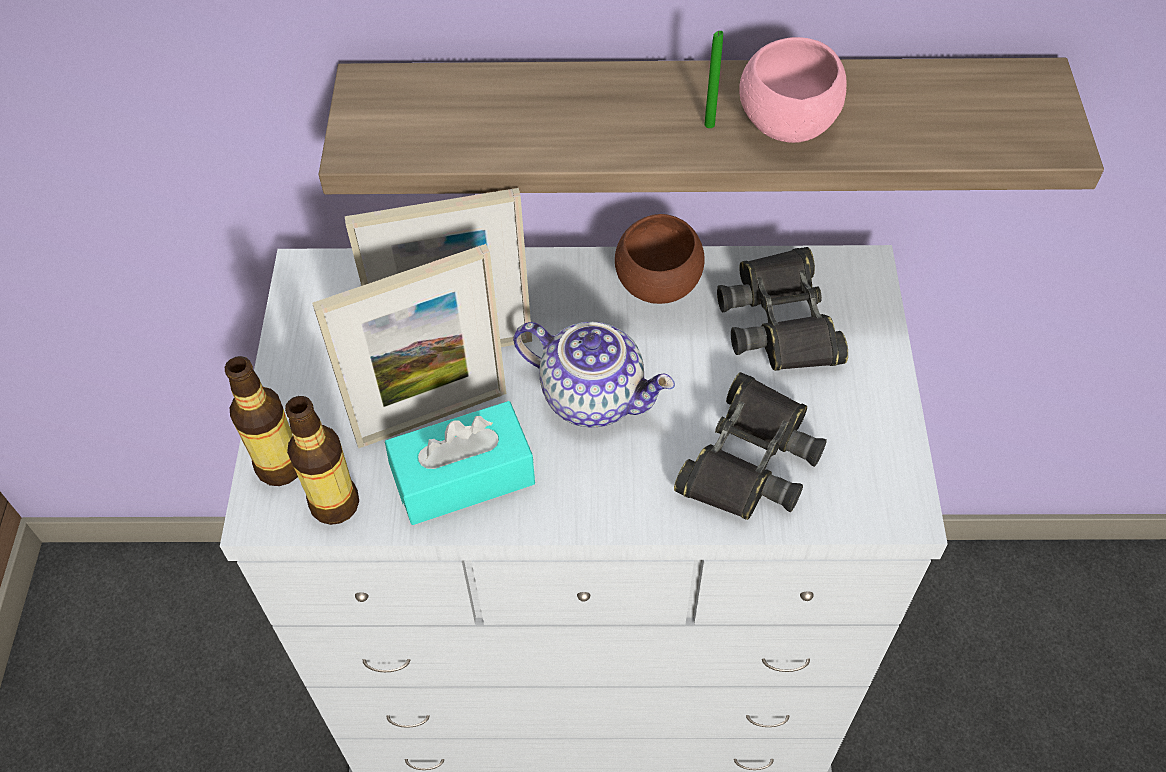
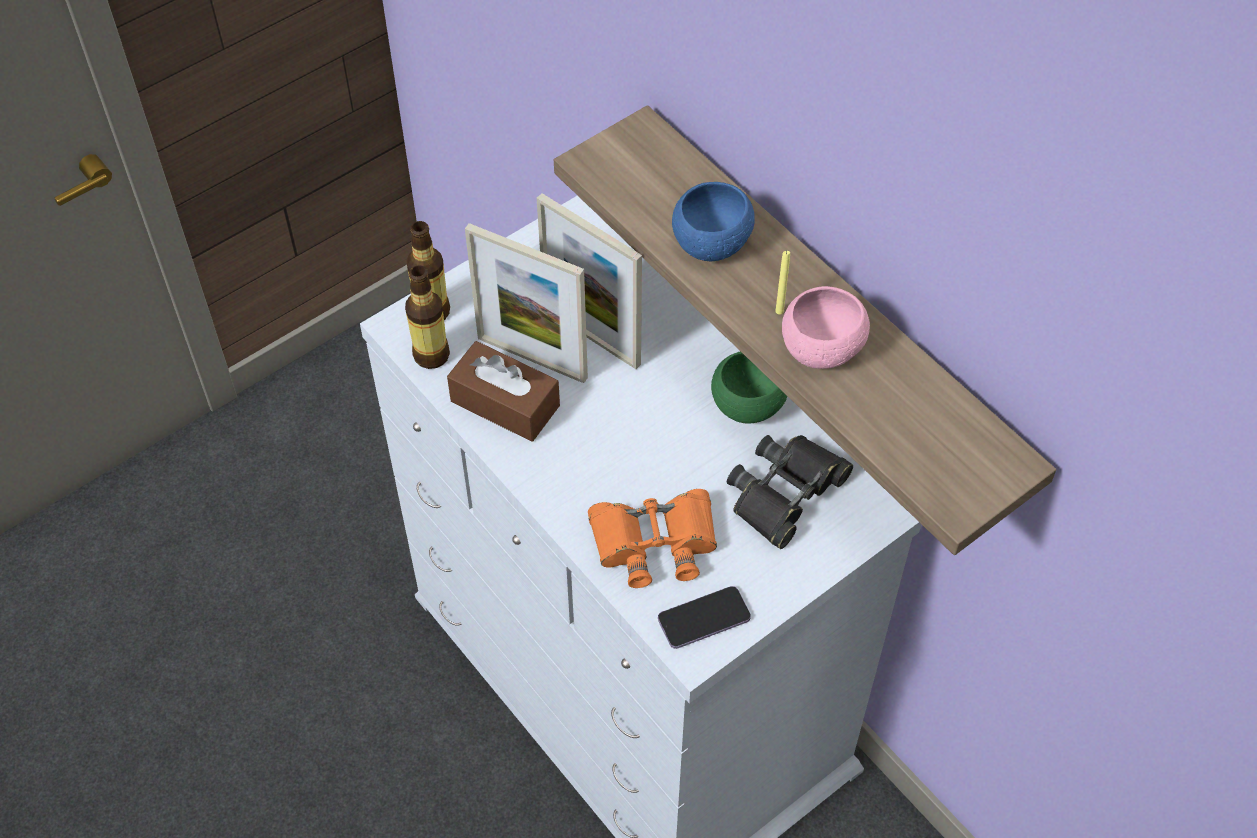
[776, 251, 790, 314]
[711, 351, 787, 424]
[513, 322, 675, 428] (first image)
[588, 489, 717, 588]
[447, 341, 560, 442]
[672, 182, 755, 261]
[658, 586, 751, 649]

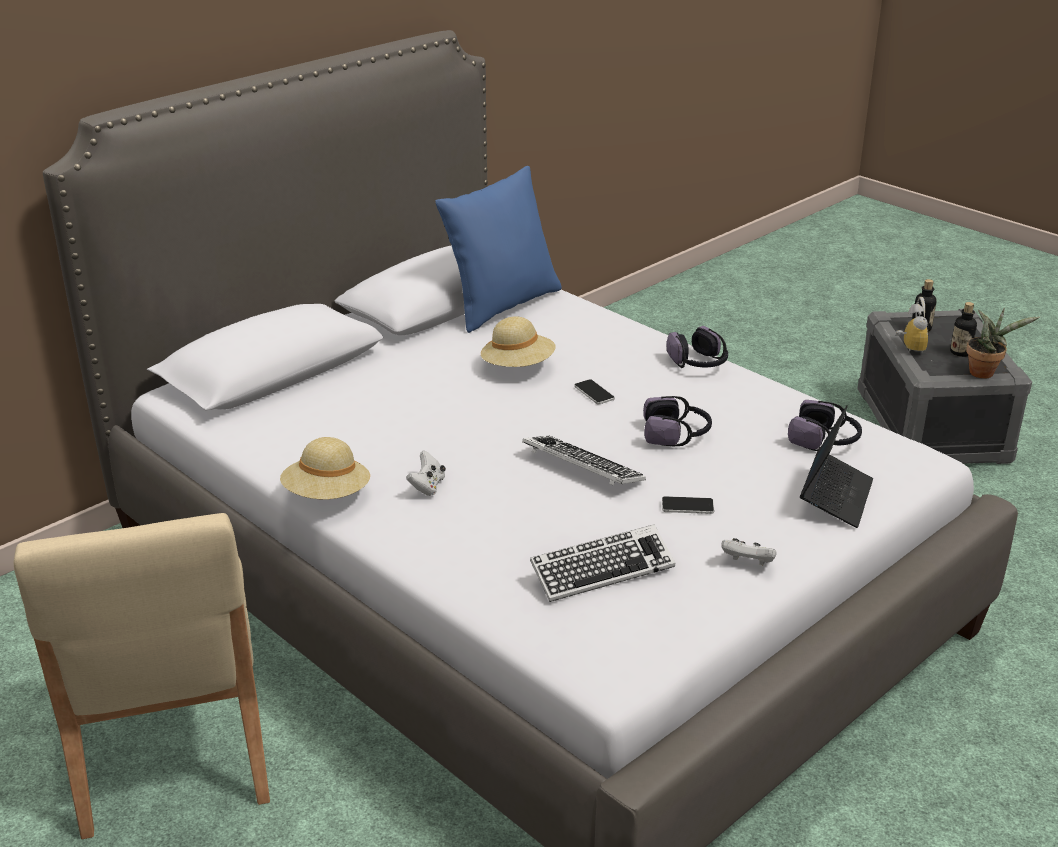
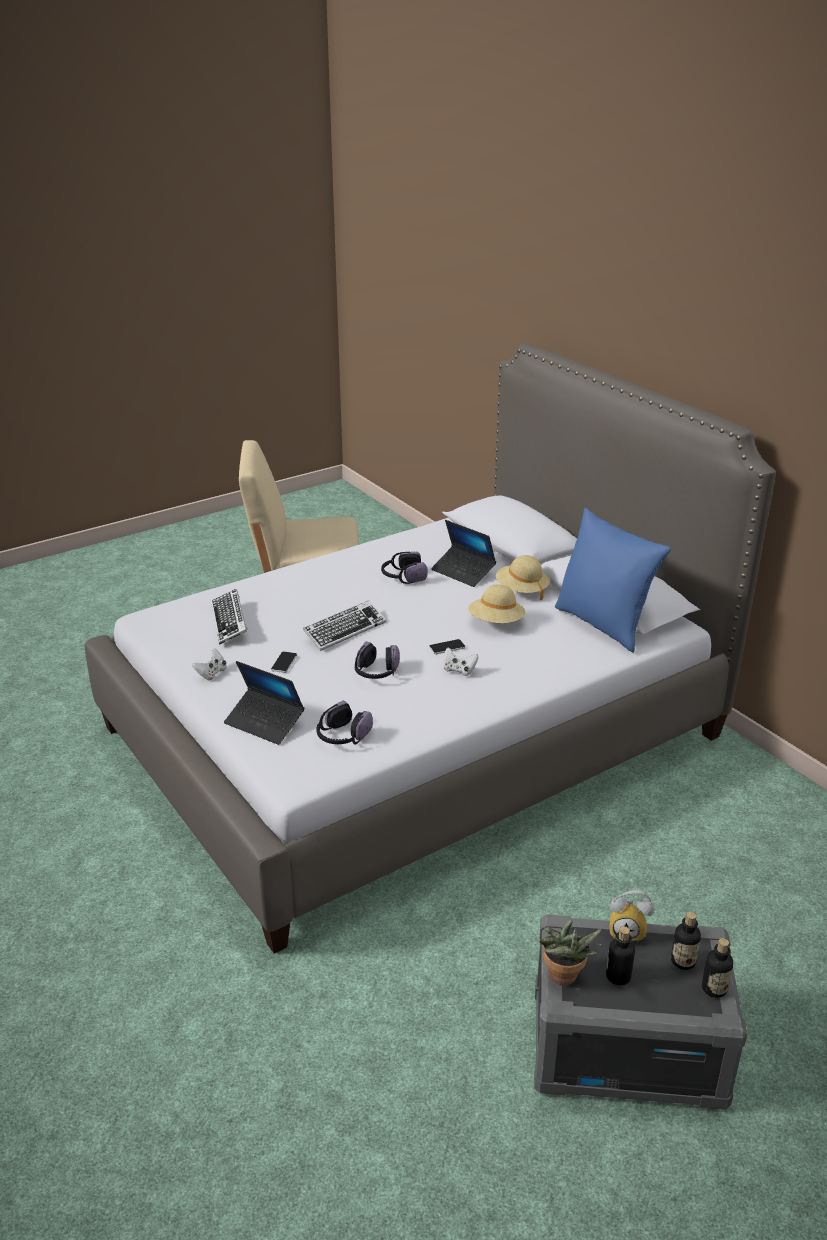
[381, 552, 428, 584]
[496, 555, 550, 600]
[444, 648, 479, 676]
[431, 520, 496, 587]
[702, 938, 733, 998]

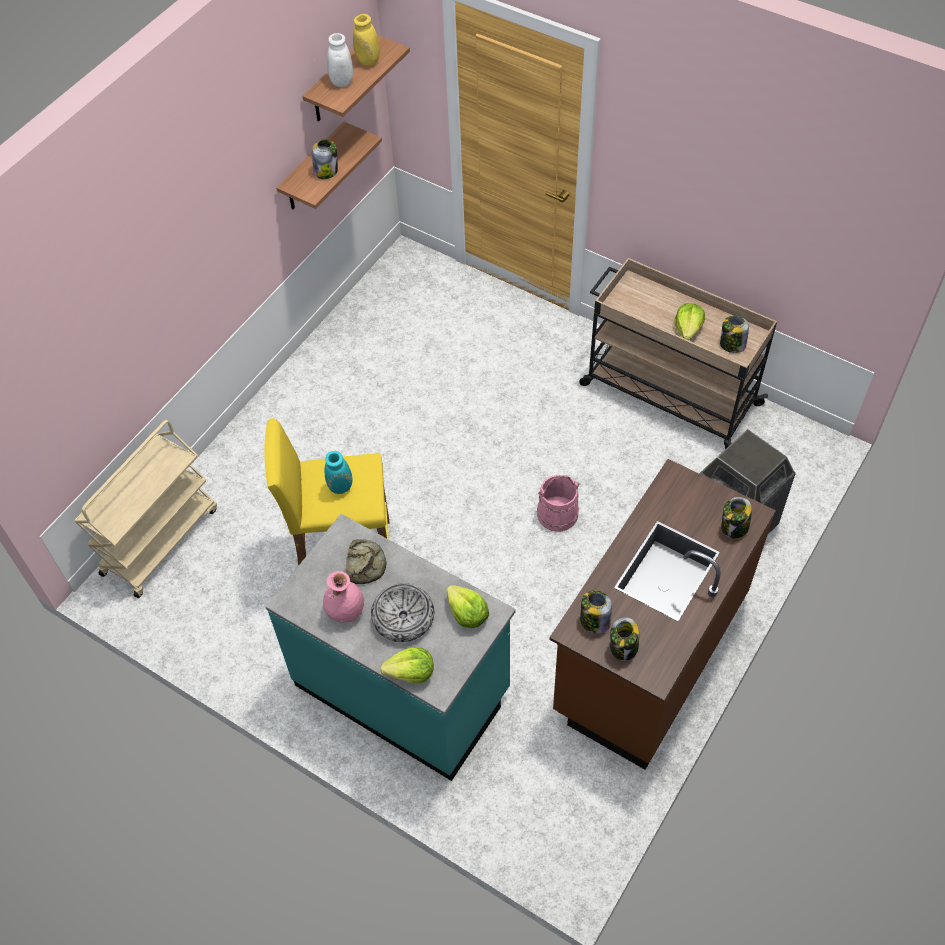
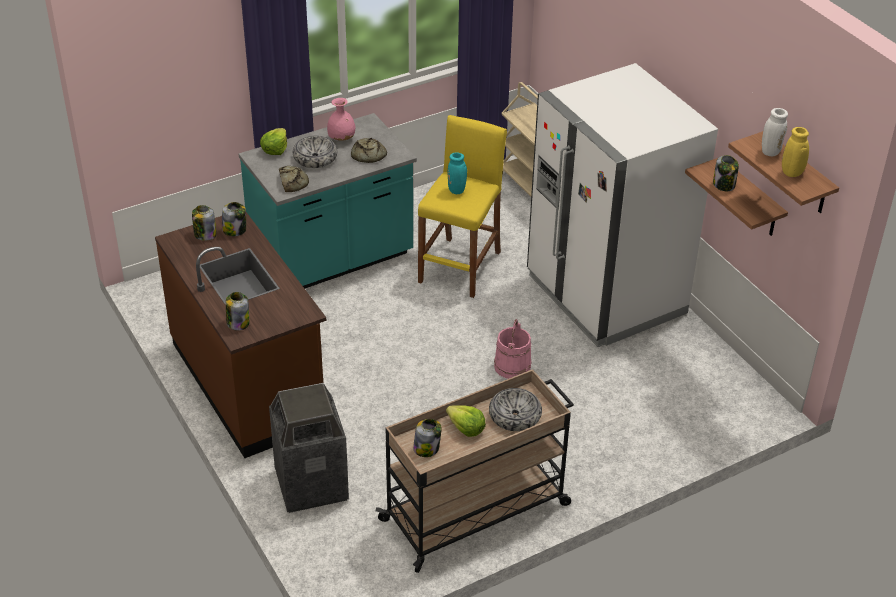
[494, 319, 532, 379]
[279, 166, 309, 192]
[527, 63, 718, 347]
[489, 388, 542, 431]

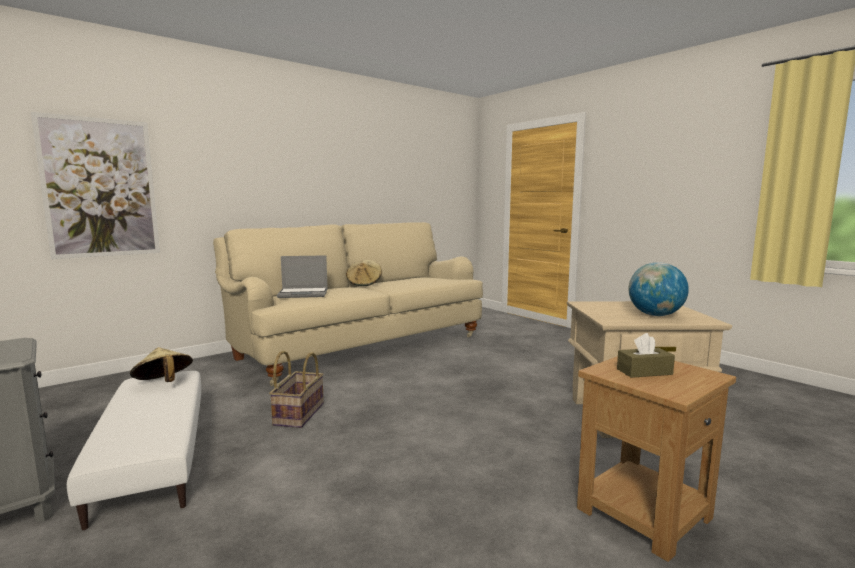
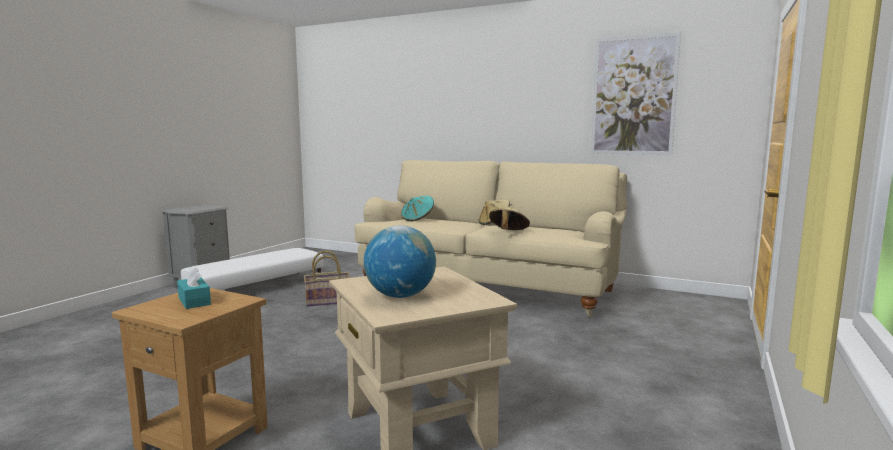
[591, 32, 681, 155]
[401, 196, 434, 221]
[177, 266, 211, 309]
[489, 206, 530, 230]

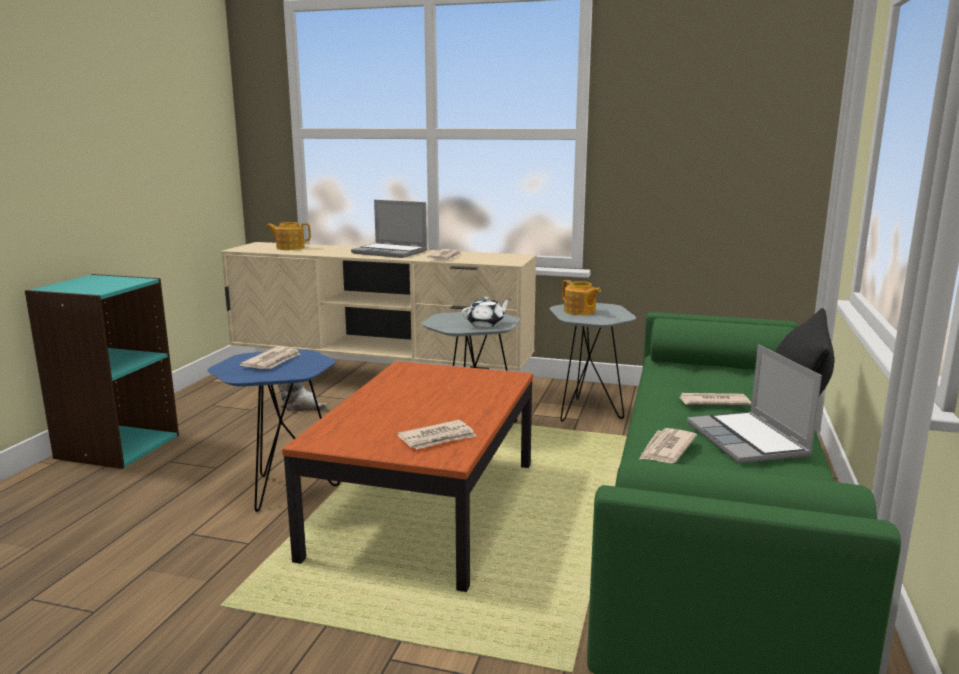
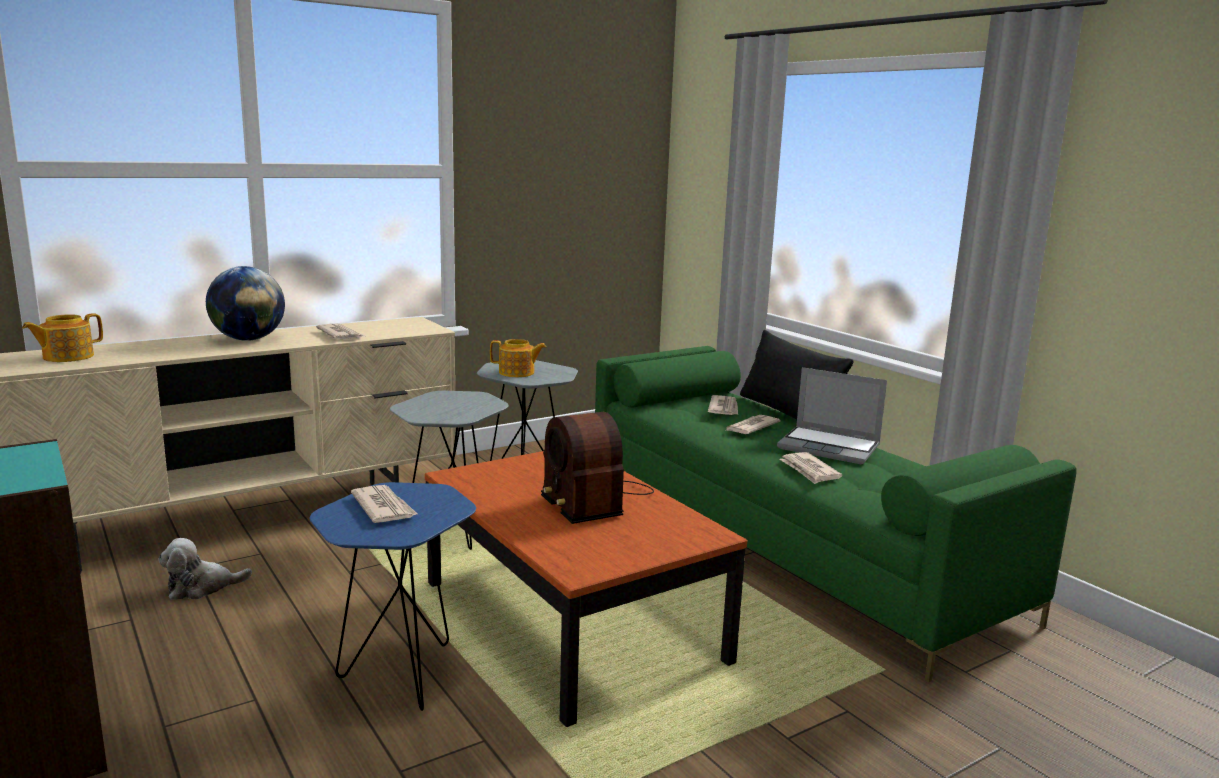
[206, 266, 285, 341]
[462, 297, 511, 327] (first image)
[708, 395, 738, 415]
[541, 412, 654, 524]

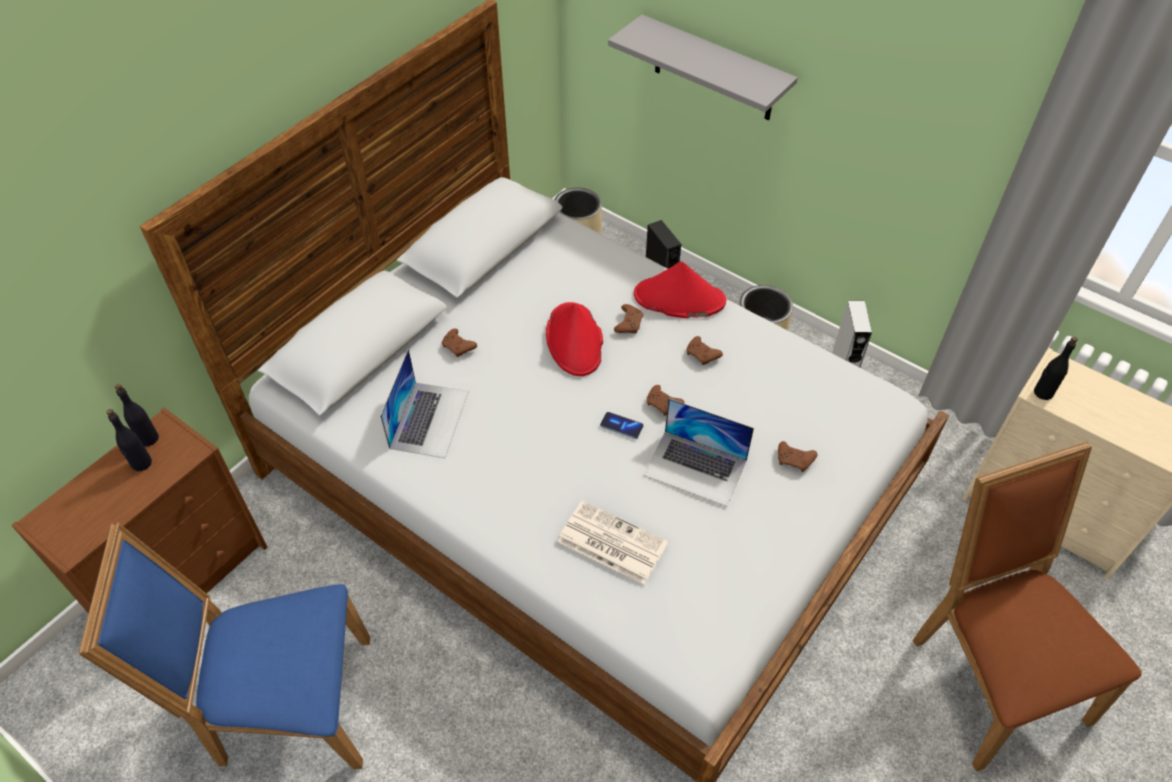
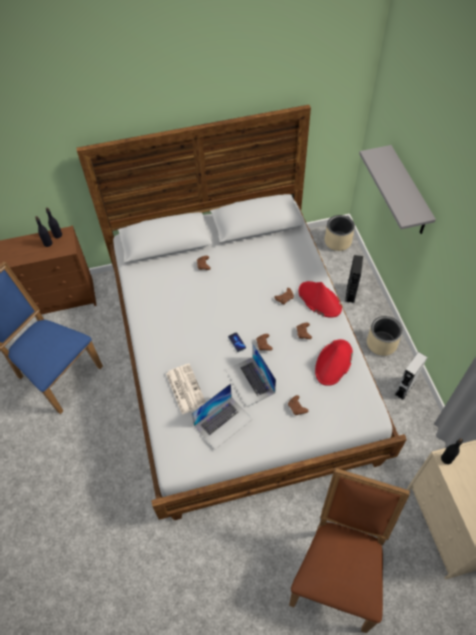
[315, 339, 353, 386]
[191, 383, 253, 450]

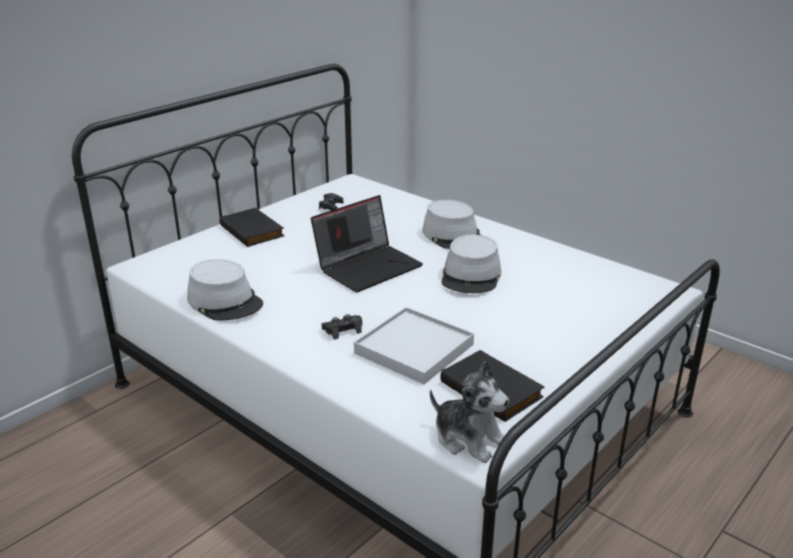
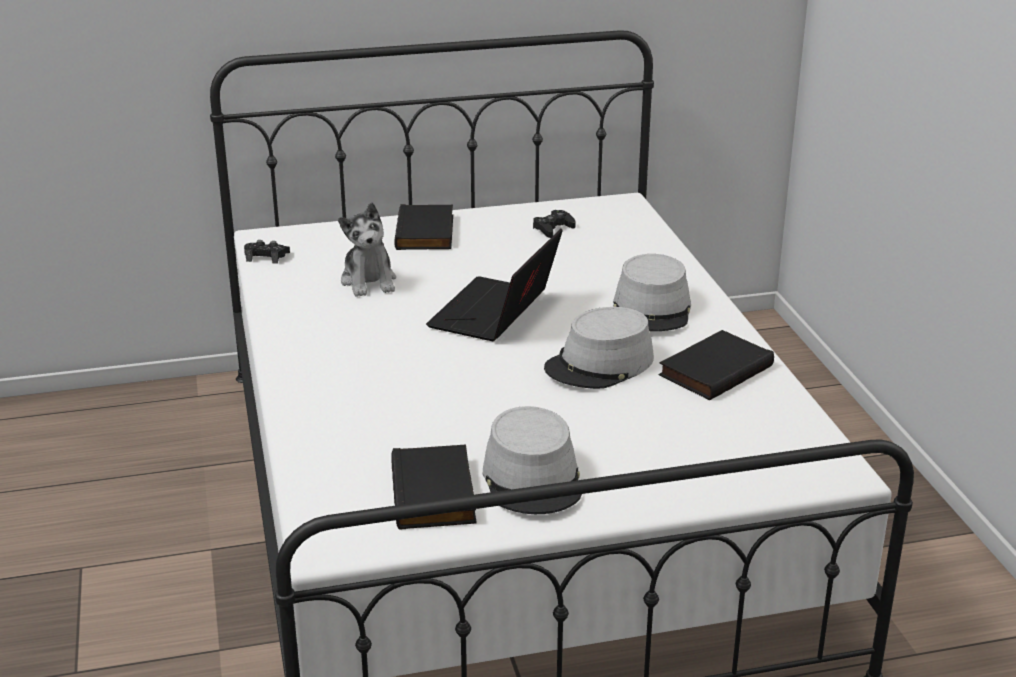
[426, 229, 563, 341]
[483, 406, 582, 514]
[354, 307, 474, 384] (first image)
[244, 240, 290, 264]
[338, 202, 396, 297]
[659, 330, 774, 400]

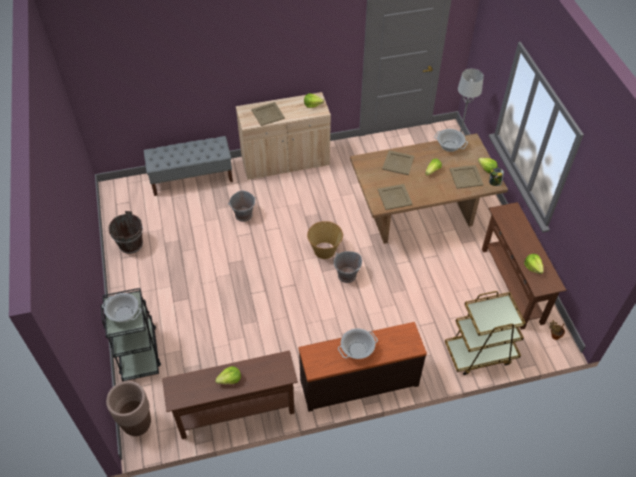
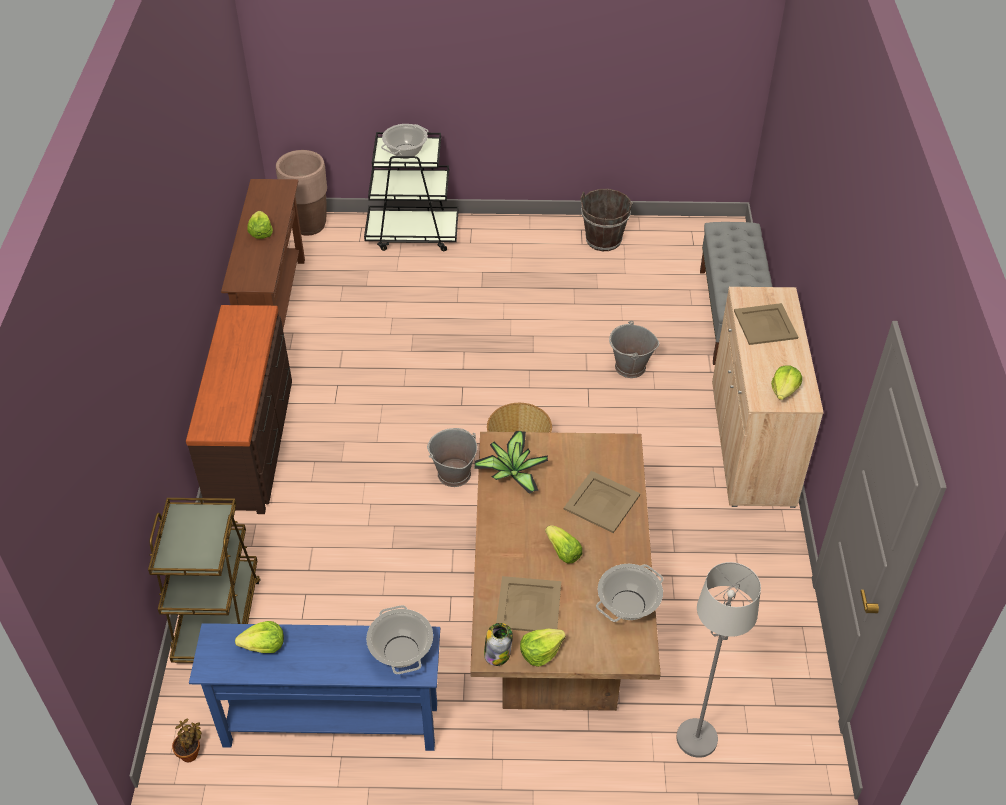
[474, 431, 548, 494]
[189, 623, 440, 751]
[366, 605, 433, 674]

